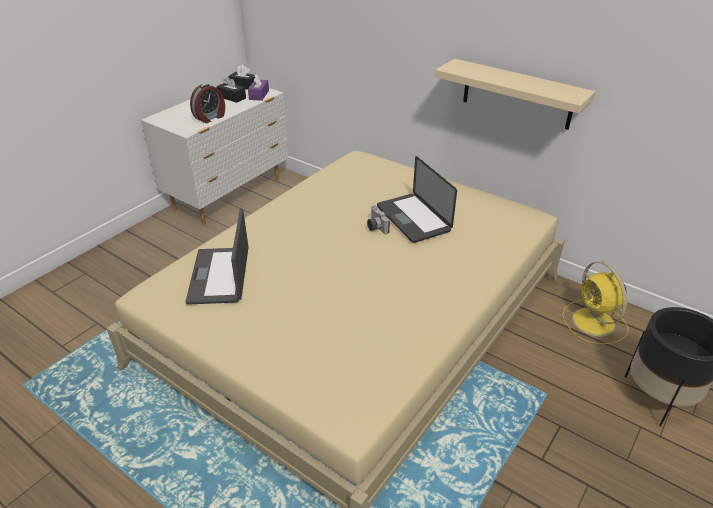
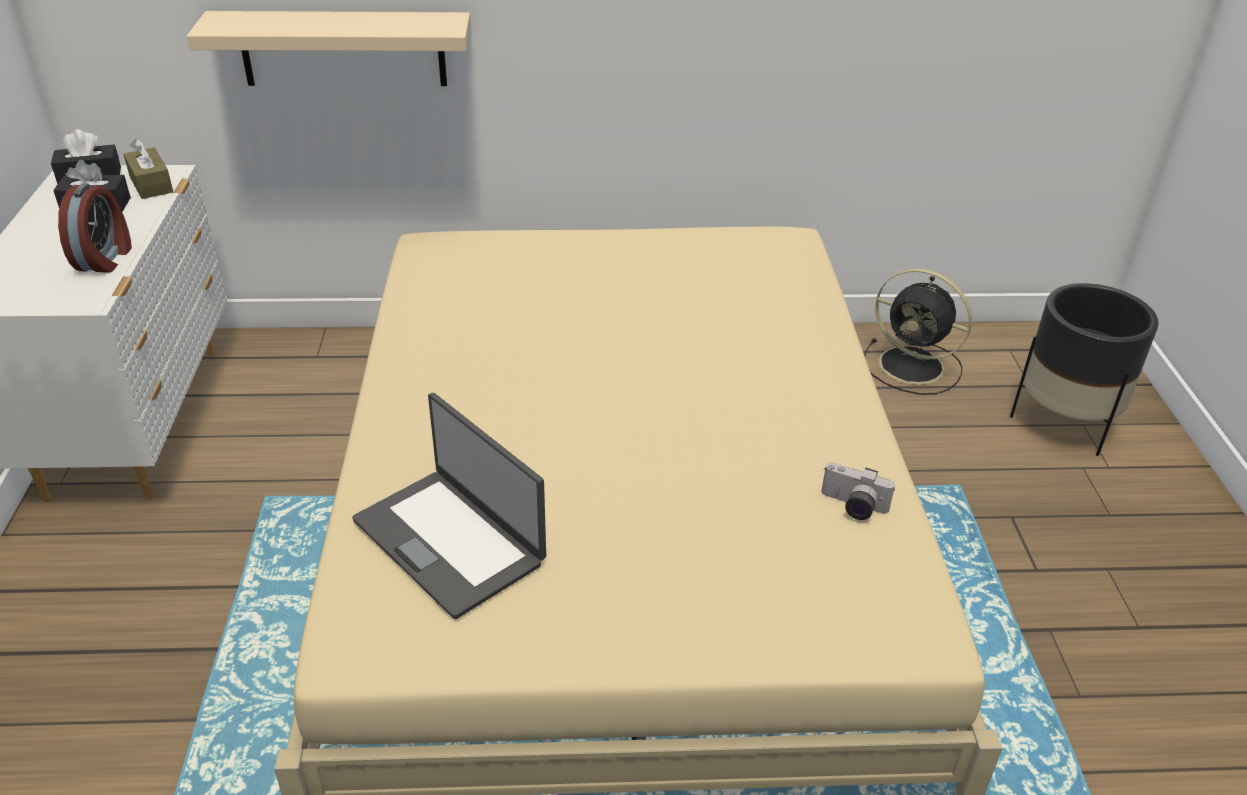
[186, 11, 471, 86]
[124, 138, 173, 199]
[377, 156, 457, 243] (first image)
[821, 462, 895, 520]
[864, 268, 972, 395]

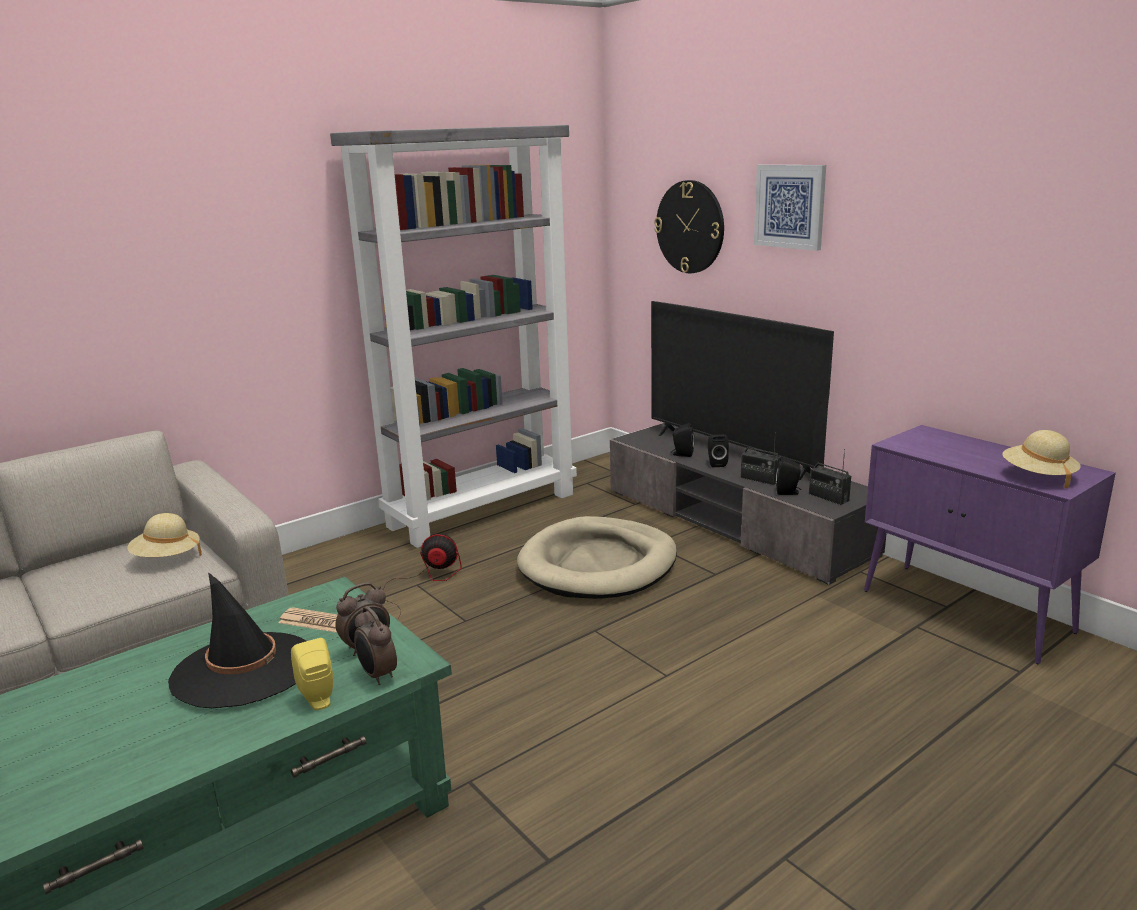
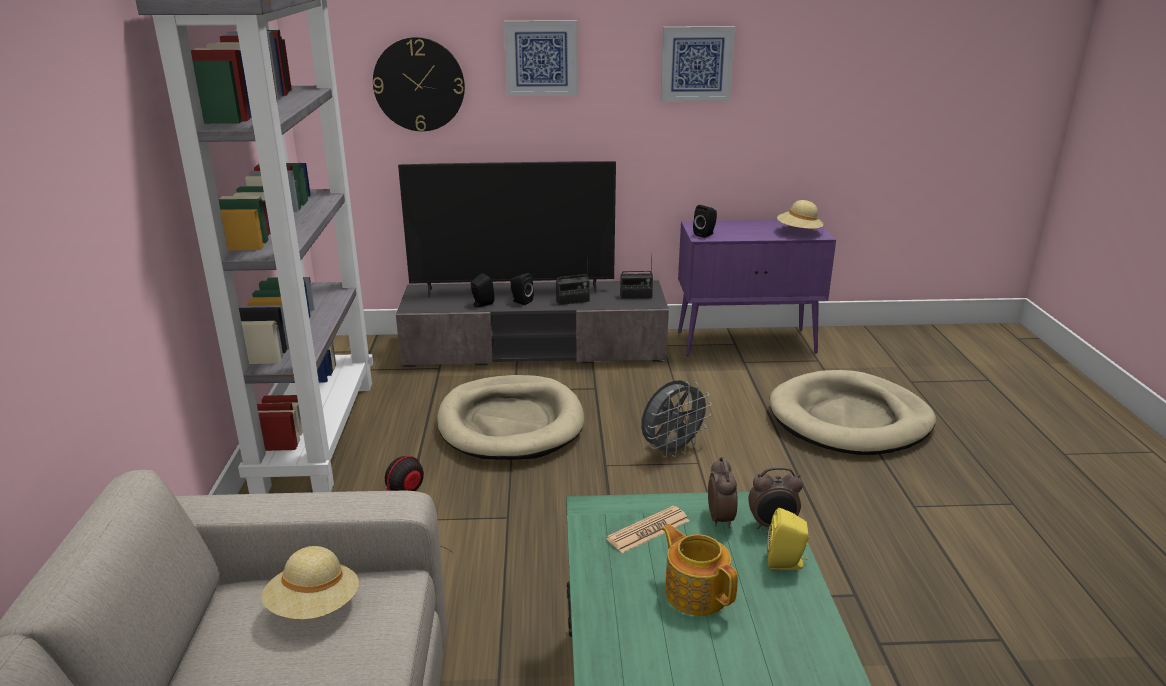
[693, 205, 717, 238]
[661, 524, 738, 616]
[660, 26, 735, 101]
[769, 370, 936, 455]
[641, 380, 712, 458]

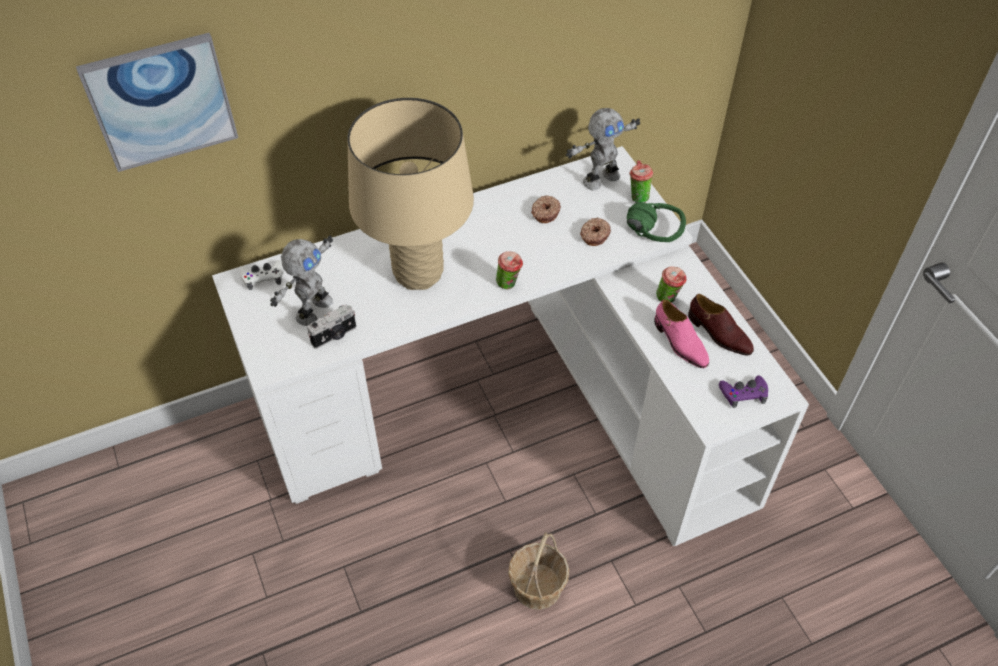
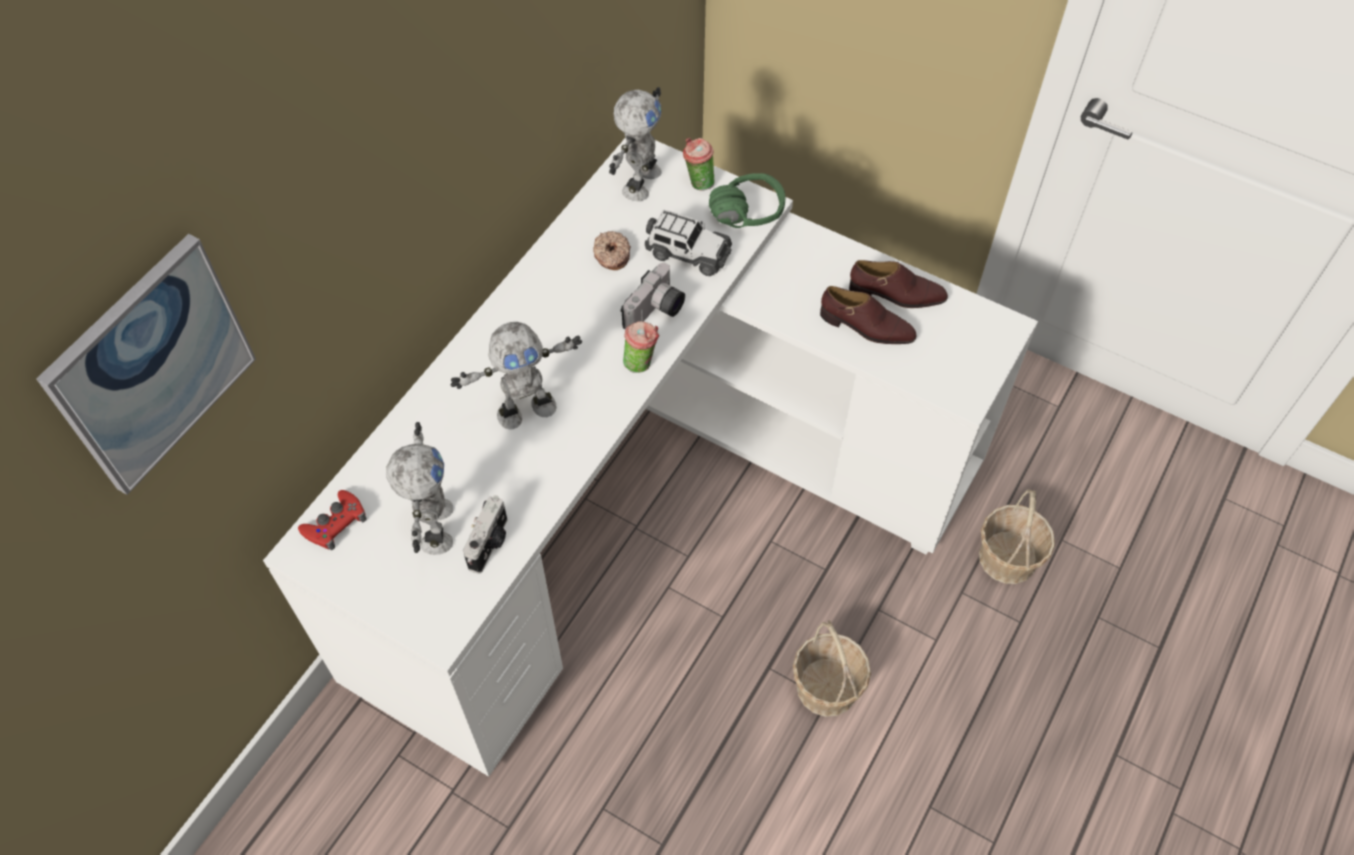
[451, 322, 582, 429]
[645, 210, 732, 276]
[298, 490, 367, 550]
[656, 266, 687, 303] (first image)
[820, 286, 917, 344]
[719, 376, 768, 408] (first image)
[620, 263, 685, 330]
[979, 489, 1055, 584]

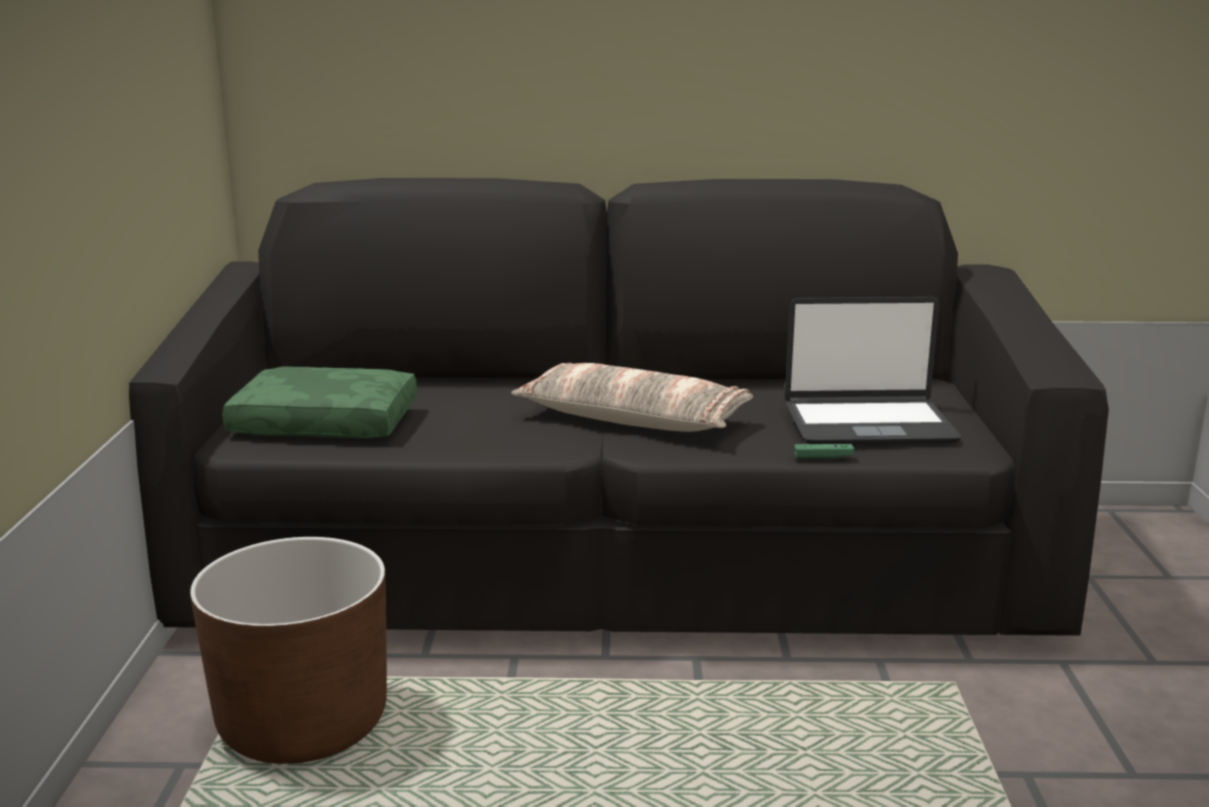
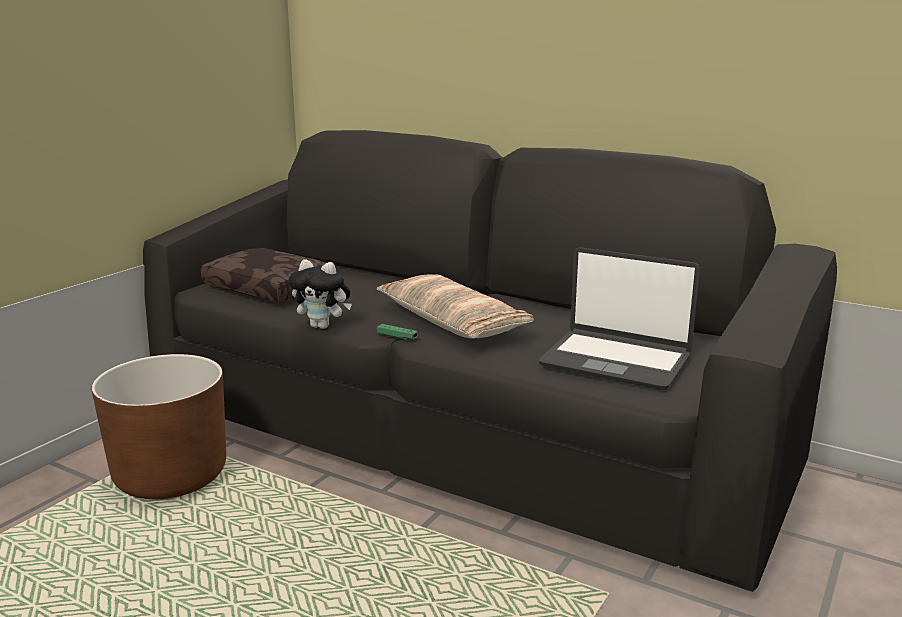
[201, 248, 326, 302]
[377, 324, 418, 339]
[288, 259, 352, 329]

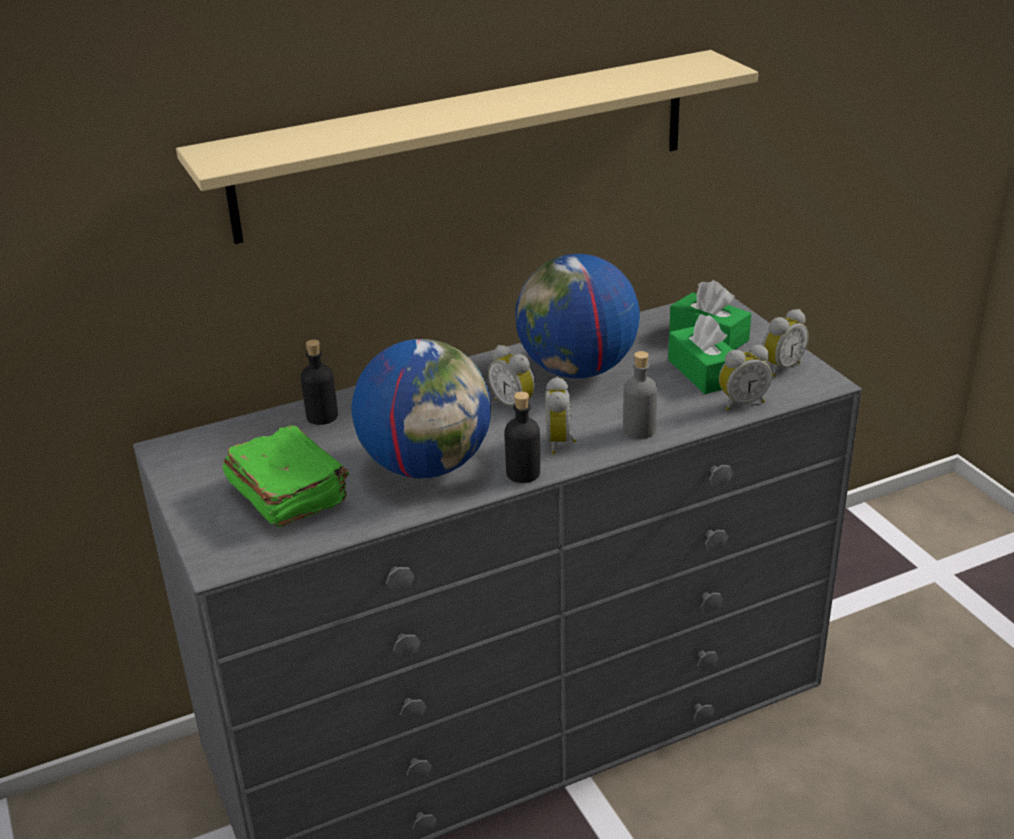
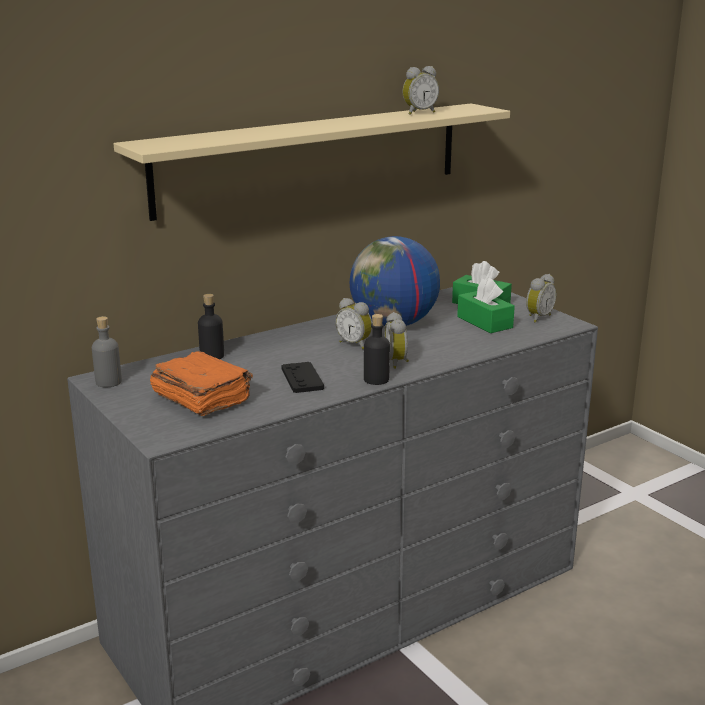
[282, 362, 324, 393]
[402, 66, 439, 115]
[92, 316, 122, 388]
[150, 351, 253, 416]

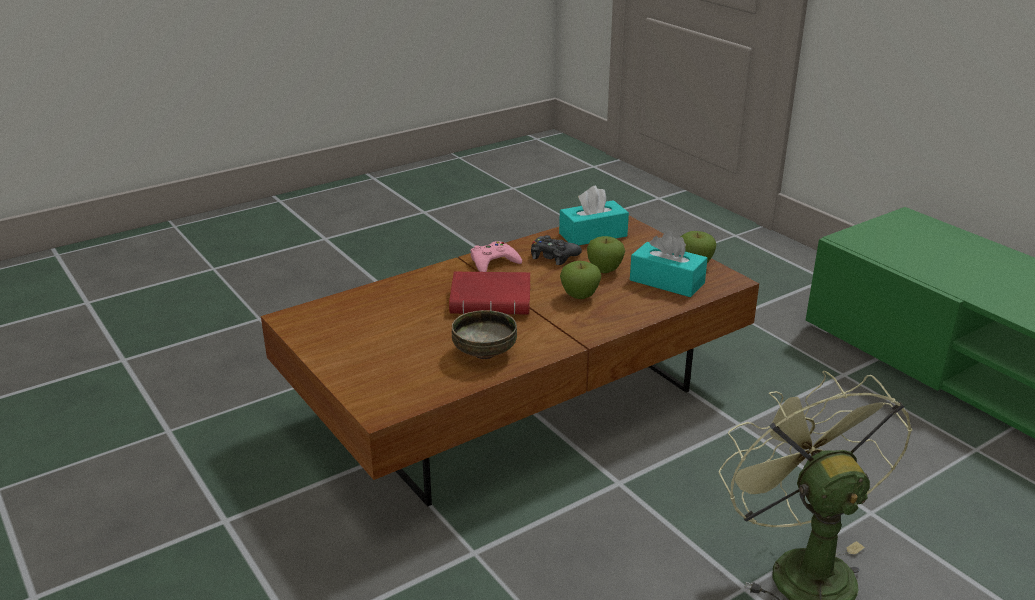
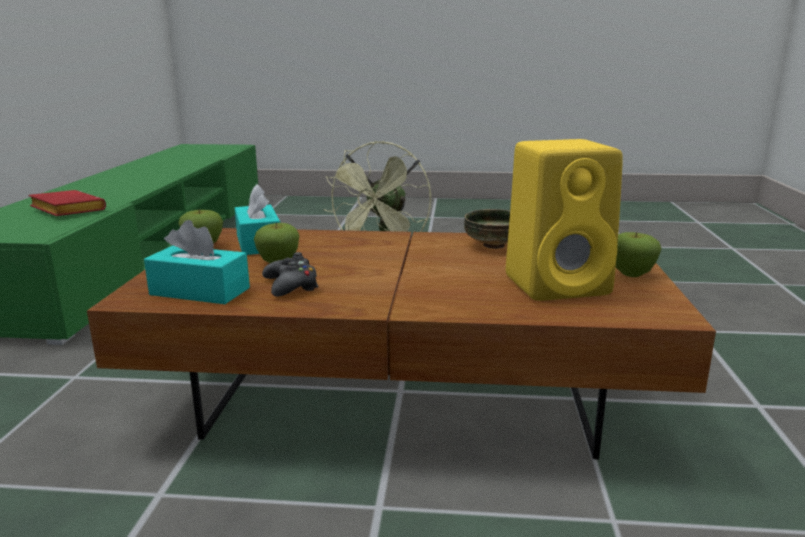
[470, 241, 522, 272] (first image)
[616, 232, 662, 277]
[29, 190, 106, 216]
[506, 139, 623, 301]

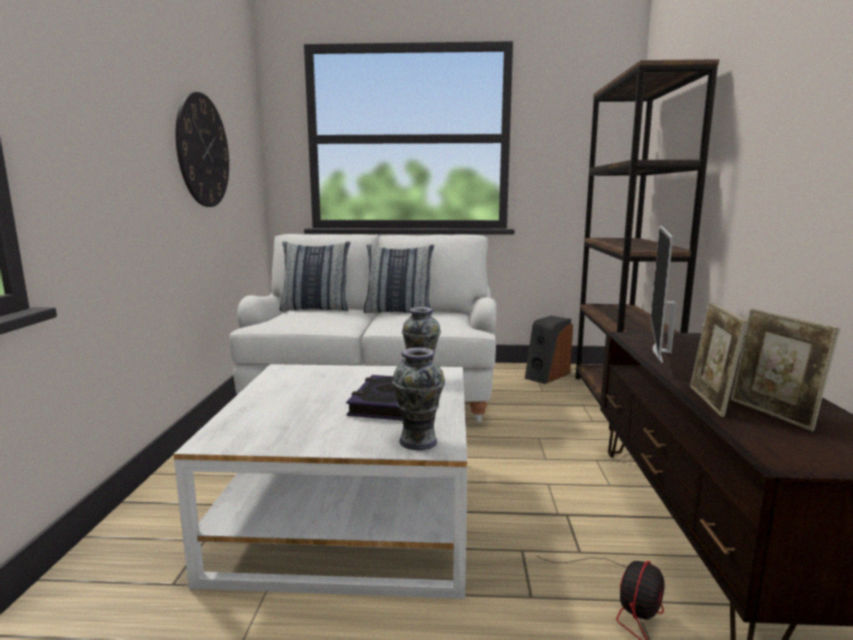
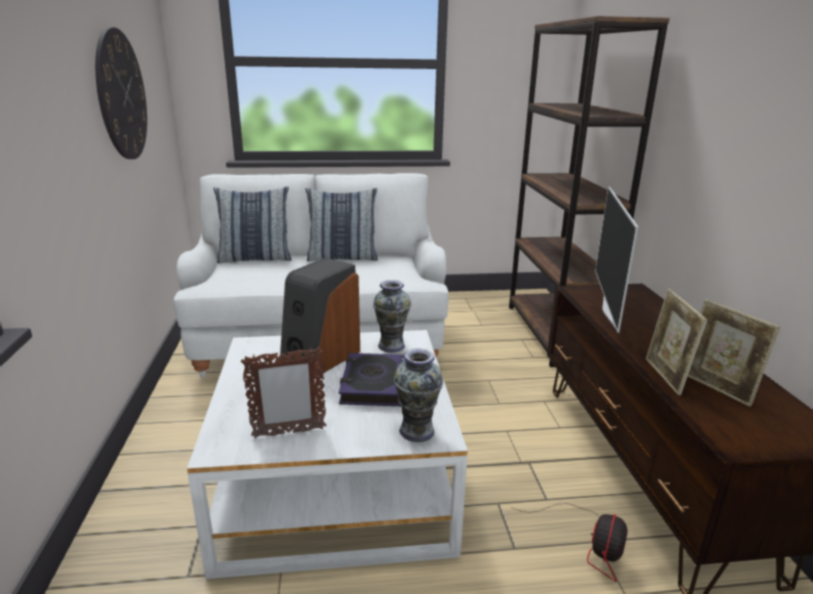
[280, 258, 360, 376]
[241, 347, 326, 438]

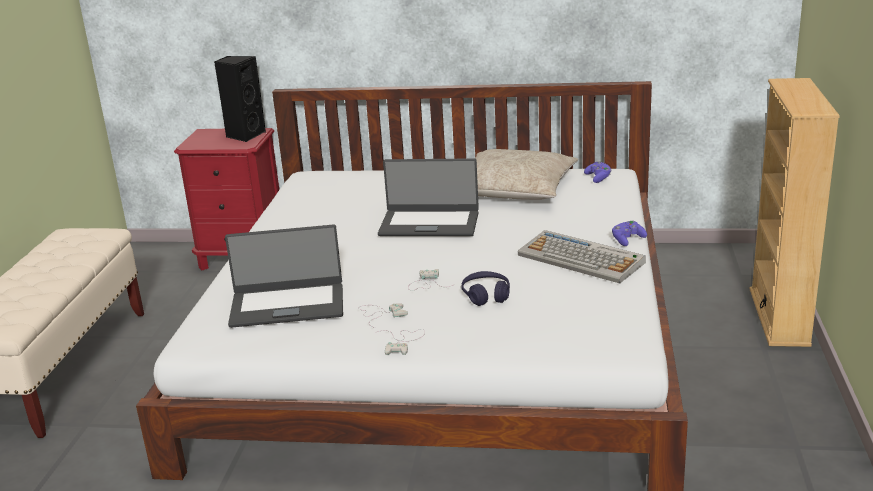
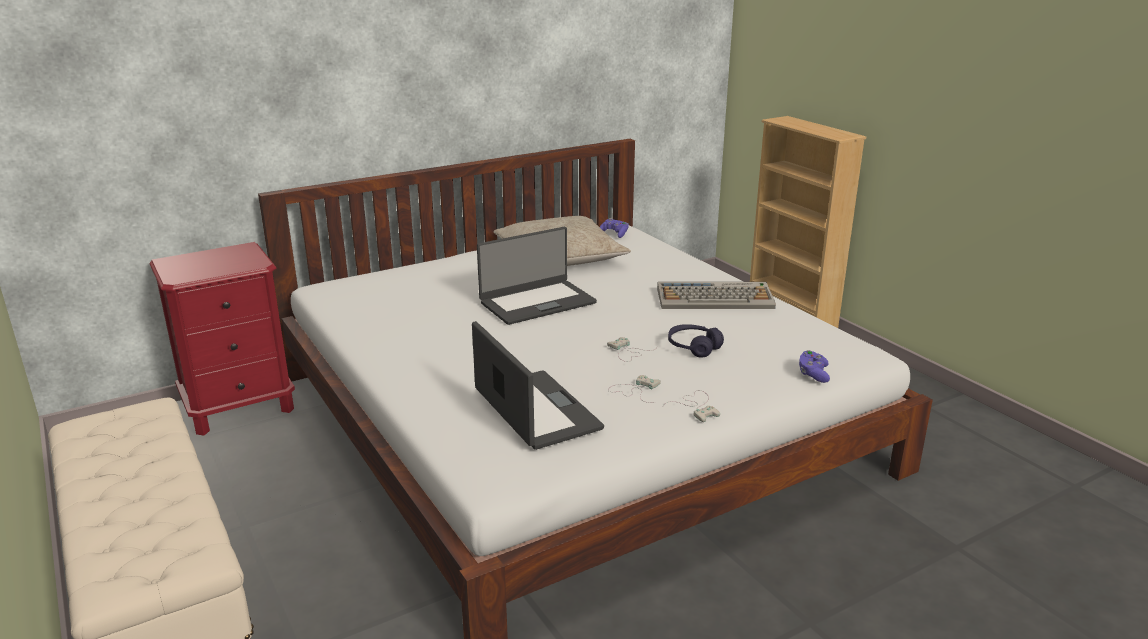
[214, 56, 266, 142] (first image)
[799, 350, 830, 383]
[472, 321, 604, 450]

